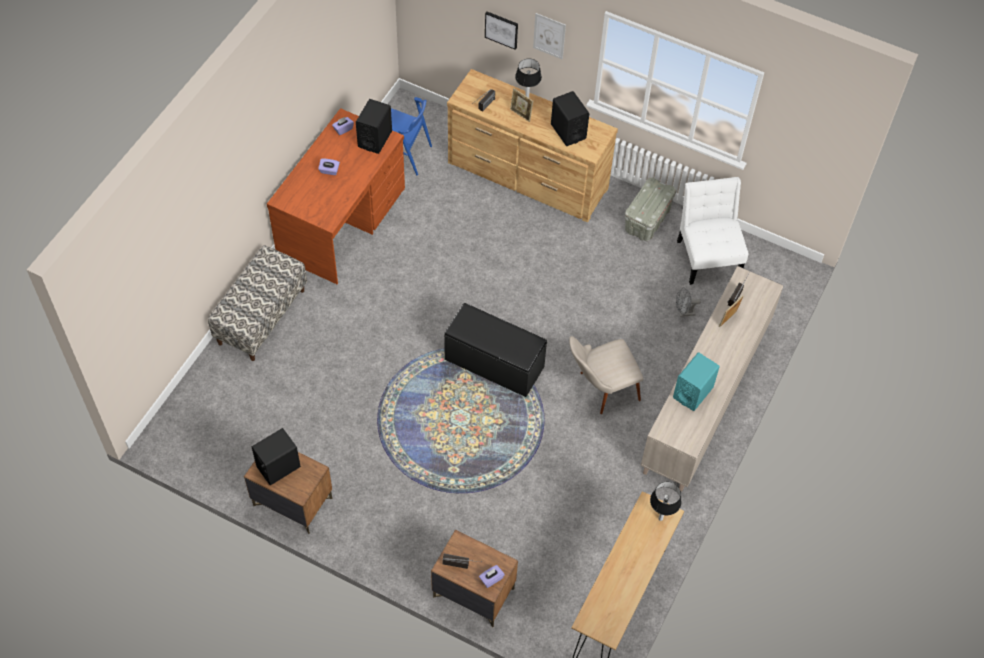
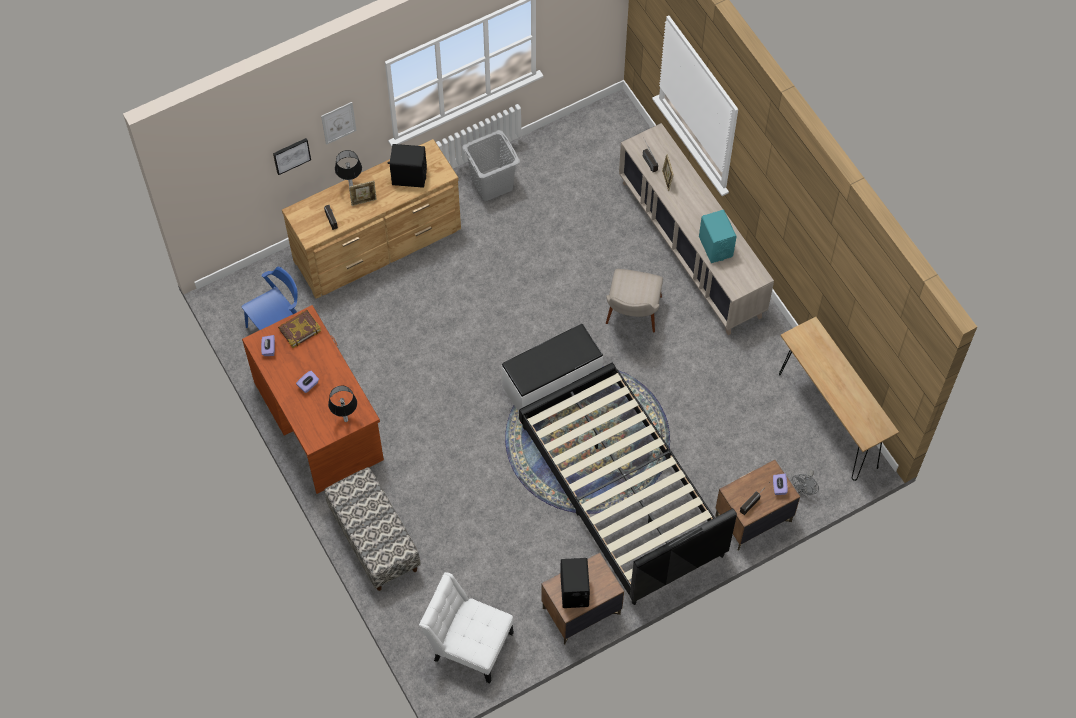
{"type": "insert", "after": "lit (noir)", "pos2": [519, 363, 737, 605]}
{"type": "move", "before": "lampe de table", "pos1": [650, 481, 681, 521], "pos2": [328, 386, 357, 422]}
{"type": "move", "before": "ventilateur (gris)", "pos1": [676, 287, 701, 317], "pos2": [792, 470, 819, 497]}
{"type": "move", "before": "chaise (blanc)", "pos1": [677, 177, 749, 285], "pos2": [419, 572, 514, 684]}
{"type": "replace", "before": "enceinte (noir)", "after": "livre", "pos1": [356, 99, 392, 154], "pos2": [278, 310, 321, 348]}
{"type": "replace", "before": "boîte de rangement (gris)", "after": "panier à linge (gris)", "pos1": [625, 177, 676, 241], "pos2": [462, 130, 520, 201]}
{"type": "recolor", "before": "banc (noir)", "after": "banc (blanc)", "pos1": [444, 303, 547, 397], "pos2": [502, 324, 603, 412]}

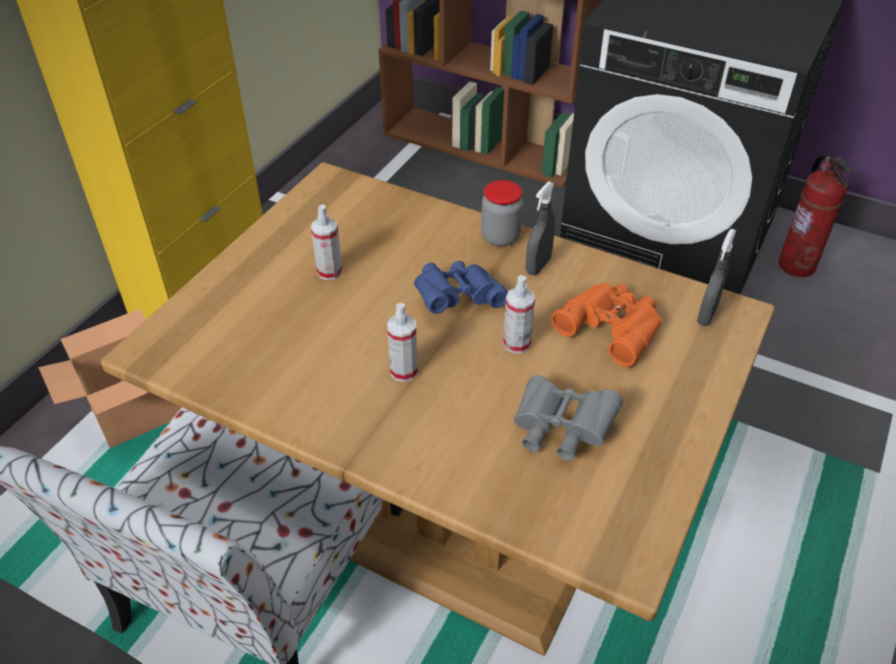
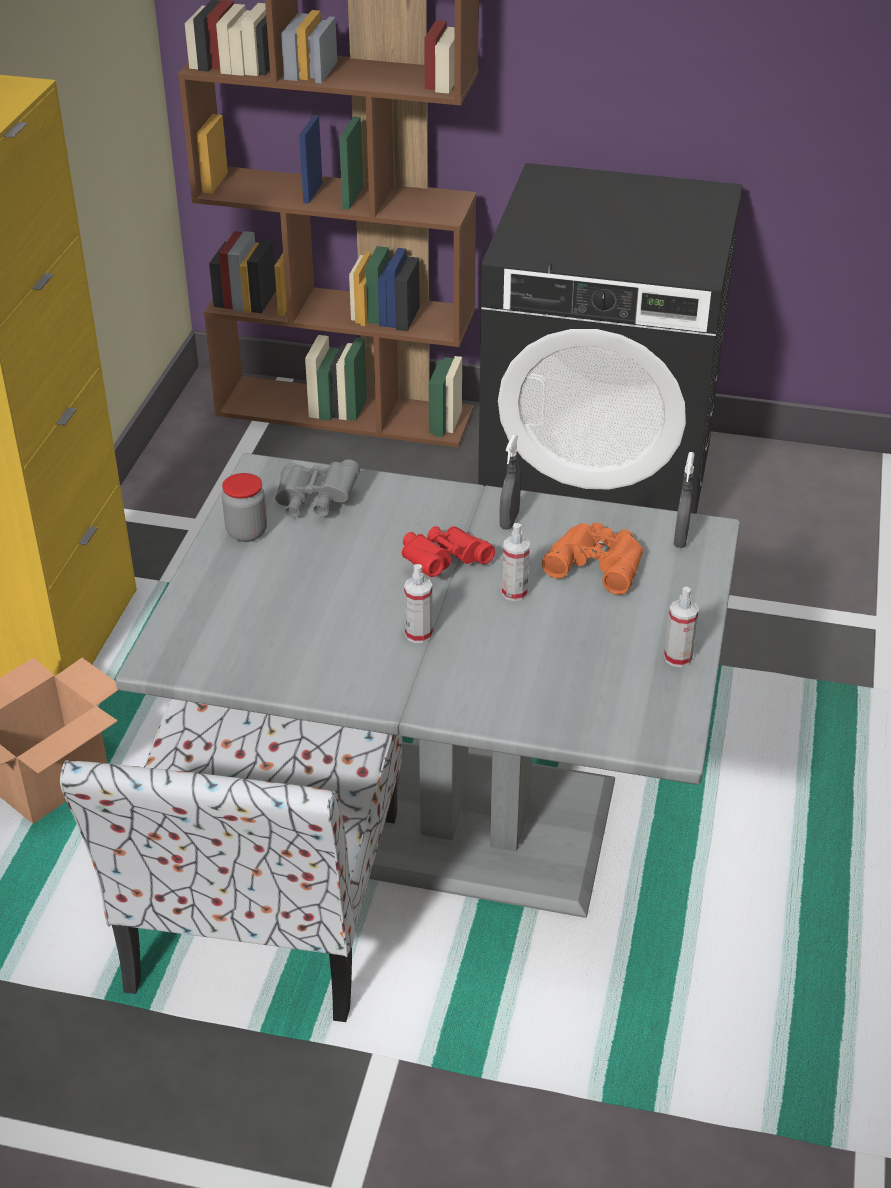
{"type": "delete", "before": "extincteur", "pos1": [779, 155, 853, 277]}
{"type": "move", "before": "vaporisateur", "pos1": [311, 204, 343, 280], "pos2": [664, 587, 699, 667]}
{"type": "move", "before": "bocal", "pos1": [481, 180, 523, 247], "pos2": [222, 473, 267, 542]}
{"type": "move", "before": "jumelles (gris)", "pos1": [514, 375, 623, 460], "pos2": [275, 459, 360, 518]}
{"type": "recolor", "before": "table à manger (marron)", "after": "table à manger (gris)", "pos1": [101, 162, 774, 656], "pos2": [115, 453, 740, 918]}
{"type": "recolor", "before": "jumelles (bleu)", "after": "jumelles (rouge)", "pos1": [414, 261, 508, 314], "pos2": [402, 526, 495, 577]}

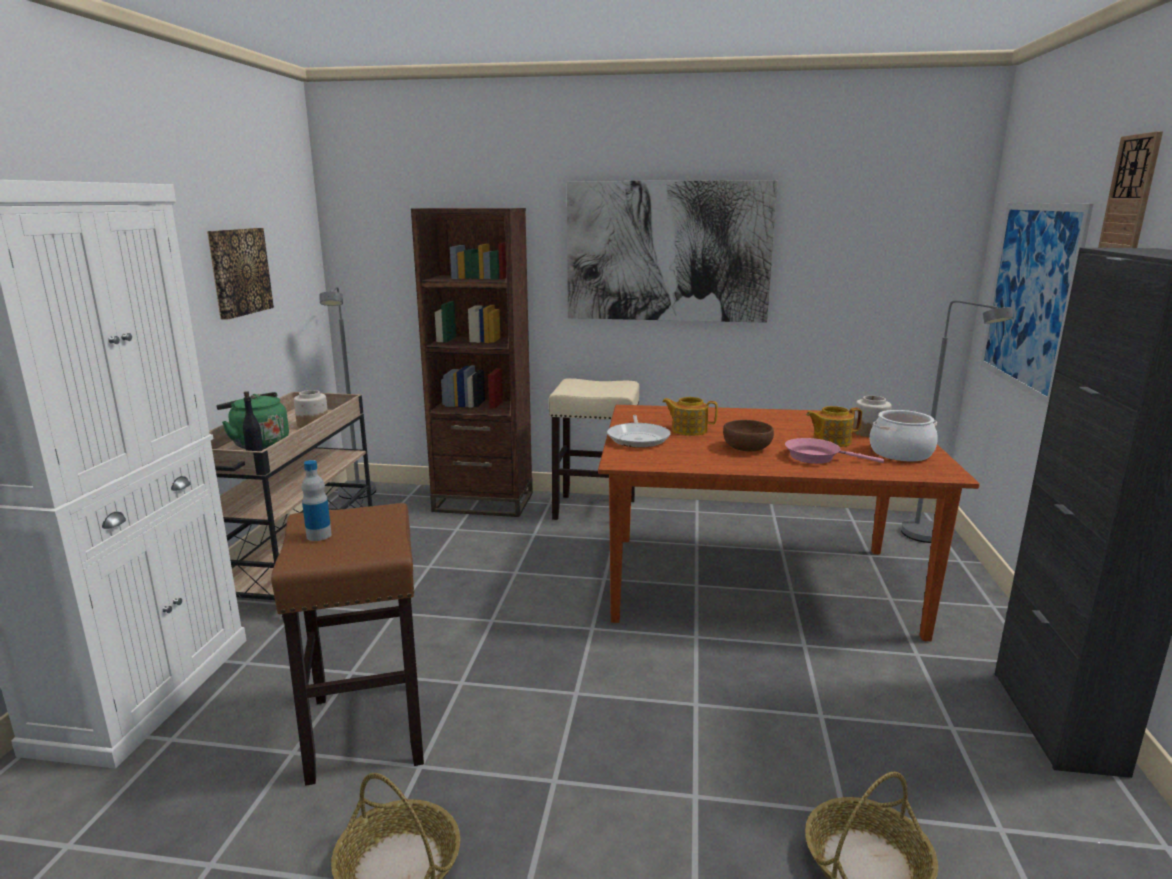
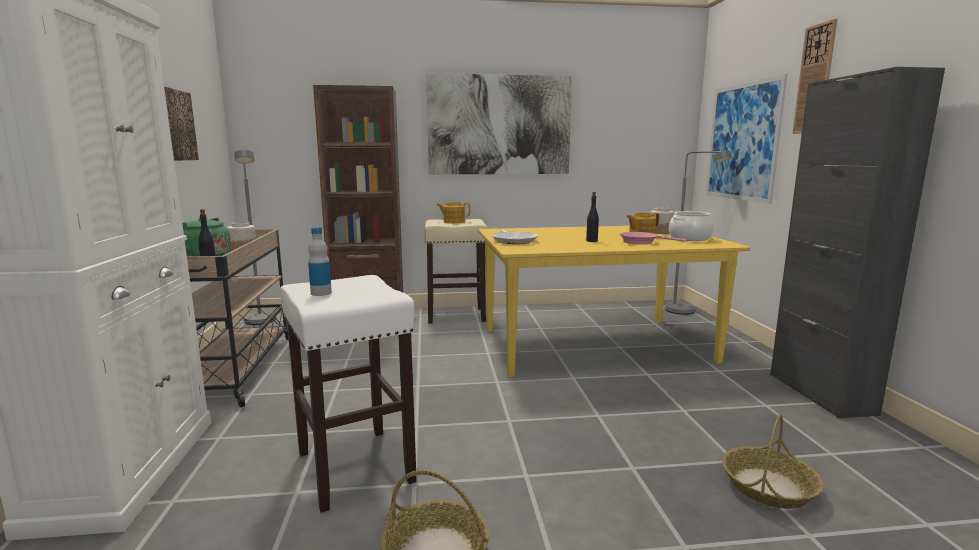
{"type": "move", "before": "théière", "pos1": [662, 397, 718, 436], "pos2": [437, 202, 470, 223]}
{"type": "replace", "before": "bol (marron)", "after": "bouteille (noir)", "pos1": [723, 420, 774, 452], "pos2": [586, 192, 599, 242]}
{"type": "recolor", "before": "tabouret (marron)", "after": "tabouret (blanc)", "pos1": [271, 503, 424, 786], "pos2": [280, 275, 417, 513]}
{"type": "recolor", "before": "table à manger (marron)", "after": "table à manger (jaune)", "pos1": [598, 405, 980, 641], "pos2": [478, 226, 751, 377]}

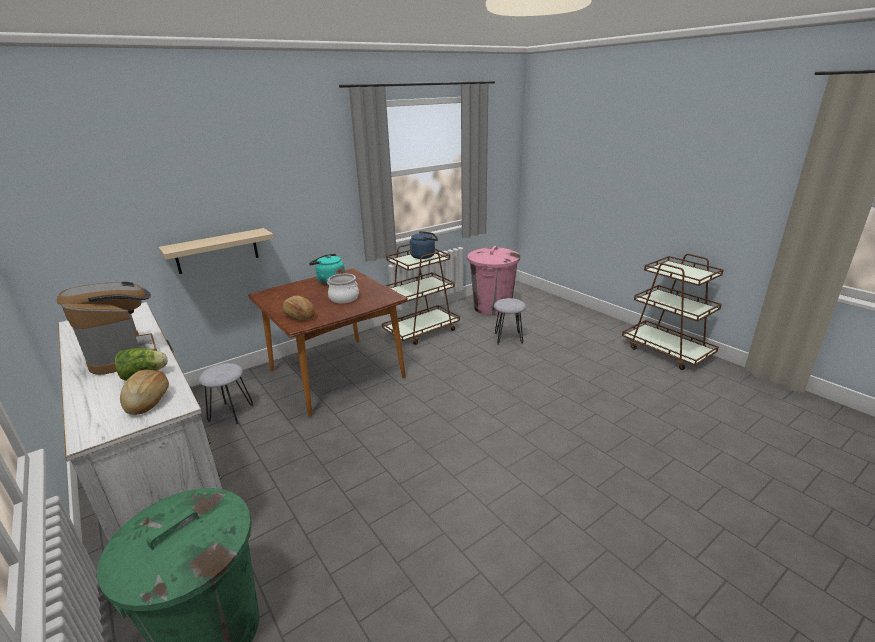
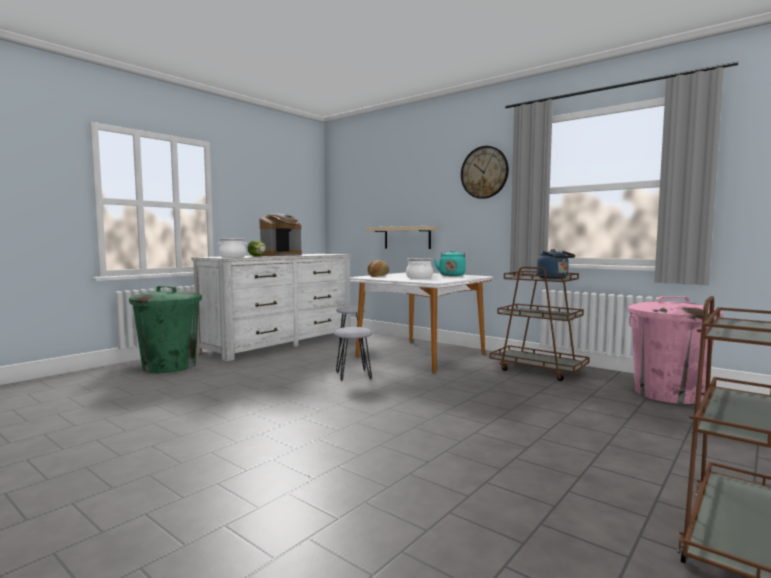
{"type": "insert", "after": "horloge murale", "pos2": [461, 146, 509, 199]}
{"type": "move", "before": "tabouret (gris)", "pos1": [494, 298, 526, 345], "pos2": [334, 327, 373, 382]}
{"type": "replace", "before": "pain", "after": "marmite", "pos1": [120, 370, 169, 415], "pos2": [218, 239, 247, 258]}
{"type": "recolor", "before": "table à manger (marron)", "after": "table à manger (blanc)", "pos1": [248, 269, 408, 416], "pos2": [349, 273, 493, 373]}

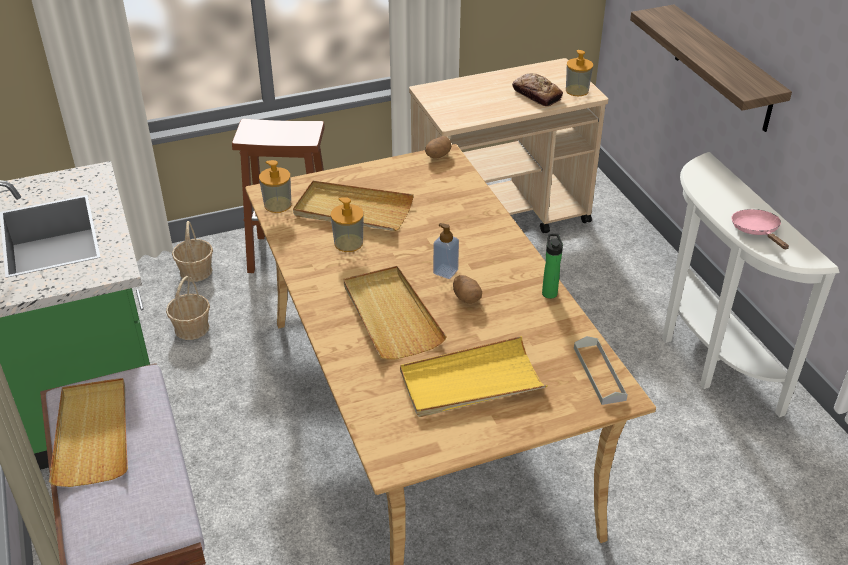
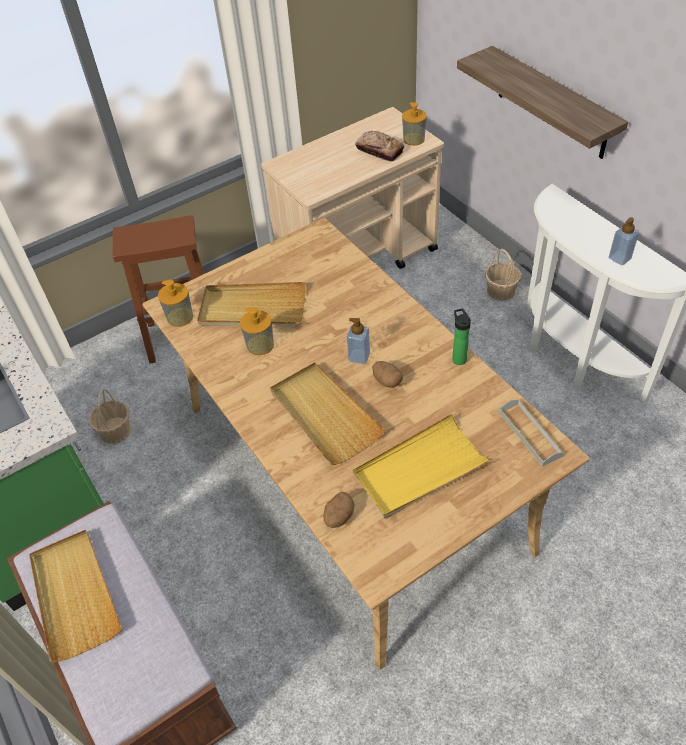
{"type": "move", "before": "panier", "pos1": [172, 221, 213, 282], "pos2": [485, 249, 521, 301]}
{"type": "move", "before": "pomme de terre", "pos1": [425, 136, 452, 159], "pos2": [324, 492, 354, 528]}
{"type": "replace", "before": "poêle (rose)", "after": "distributeur de savon", "pos1": [732, 209, 789, 249], "pos2": [609, 217, 639, 265]}

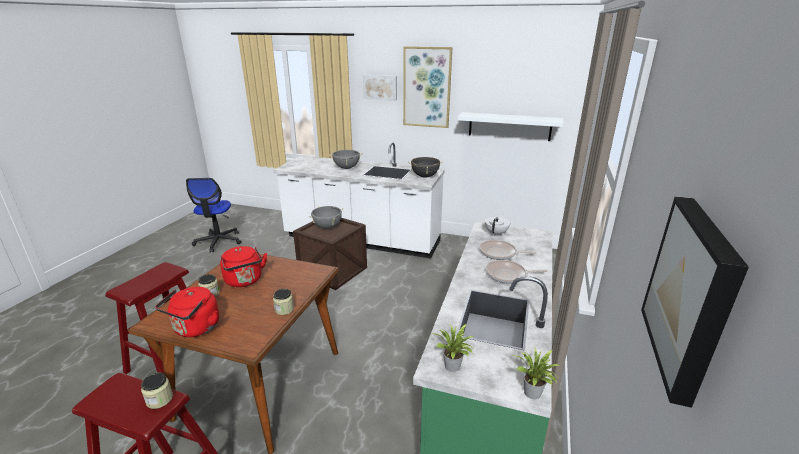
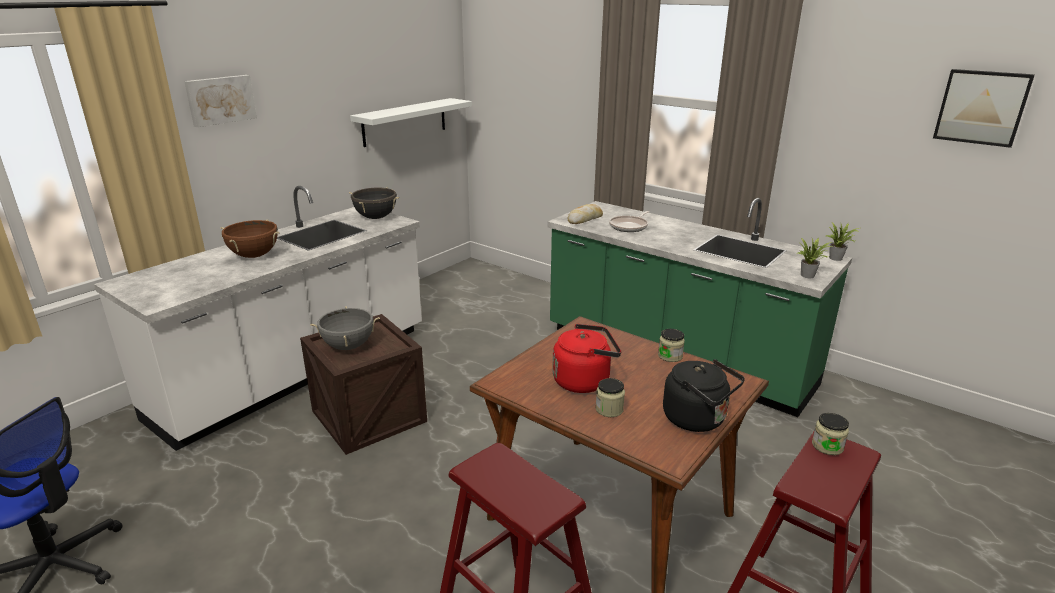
{"type": "delete", "before": "tableau", "pos1": [403, 46, 452, 128]}
{"type": "delete", "before": "poêle", "pos1": [486, 260, 548, 284]}
{"type": "replace", "before": "théière (blanc)", "after": "pain", "pos1": [485, 215, 510, 235], "pos2": [567, 204, 603, 224]}
{"type": "recolor", "before": "bouilloire (rouge)", "after": "bouilloire (noir)", "pos1": [155, 287, 219, 337], "pos2": [663, 359, 745, 432]}
{"type": "recolor", "before": "marmite (gris)", "after": "marmite (marron)", "pos1": [329, 149, 363, 169], "pos2": [221, 220, 280, 258]}

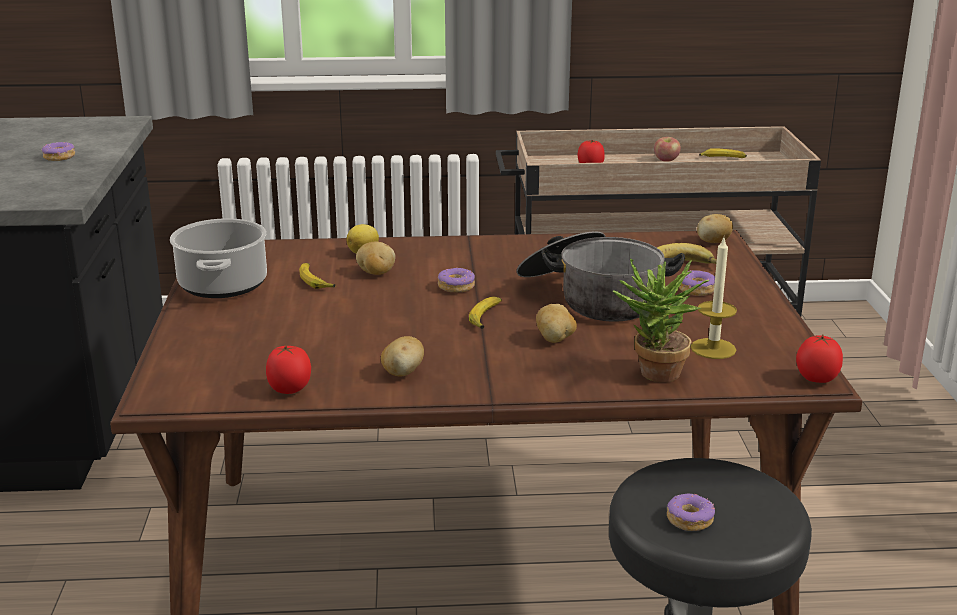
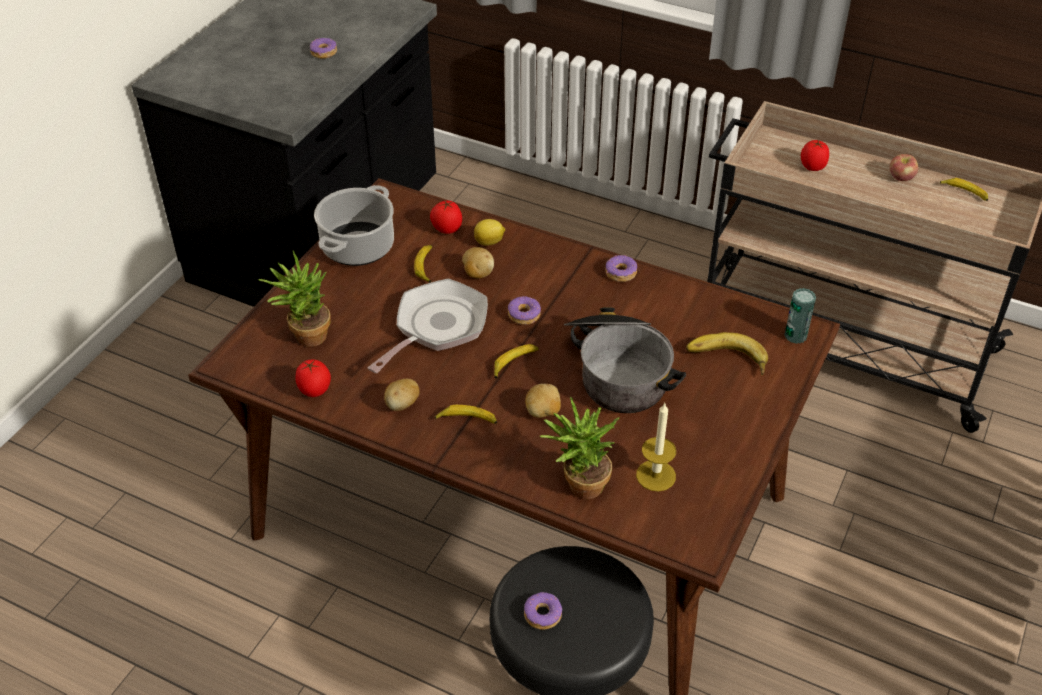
{"type": "insert", "after": "plante en pot", "pos2": [258, 250, 331, 347]}
{"type": "insert", "after": "poêle", "pos2": [367, 278, 488, 373]}
{"type": "insert", "after": "banane", "pos2": [435, 405, 497, 424]}
{"type": "move", "before": "beignet", "pos1": [679, 270, 715, 296], "pos2": [605, 255, 638, 282]}
{"type": "move", "before": "tomate", "pos1": [796, 334, 843, 383], "pos2": [430, 201, 462, 234]}
{"type": "replace", "before": "pomme de terre", "after": "boîte métallique", "pos1": [697, 214, 733, 243], "pos2": [784, 288, 816, 344]}

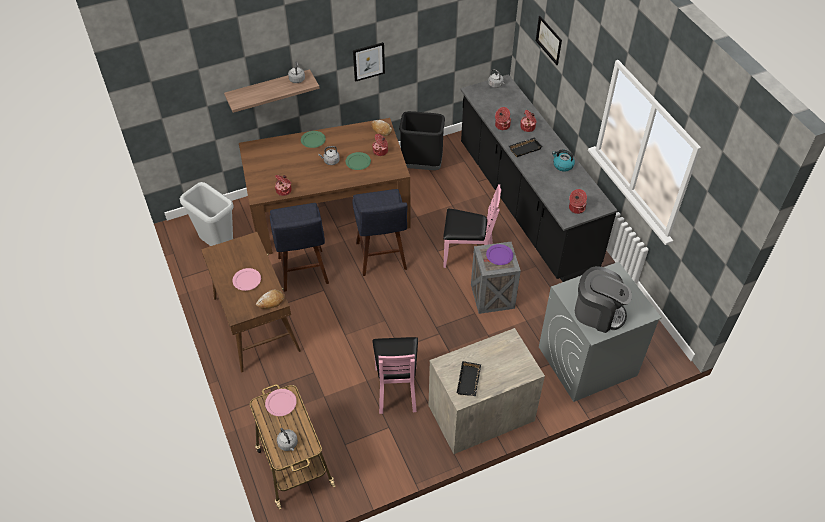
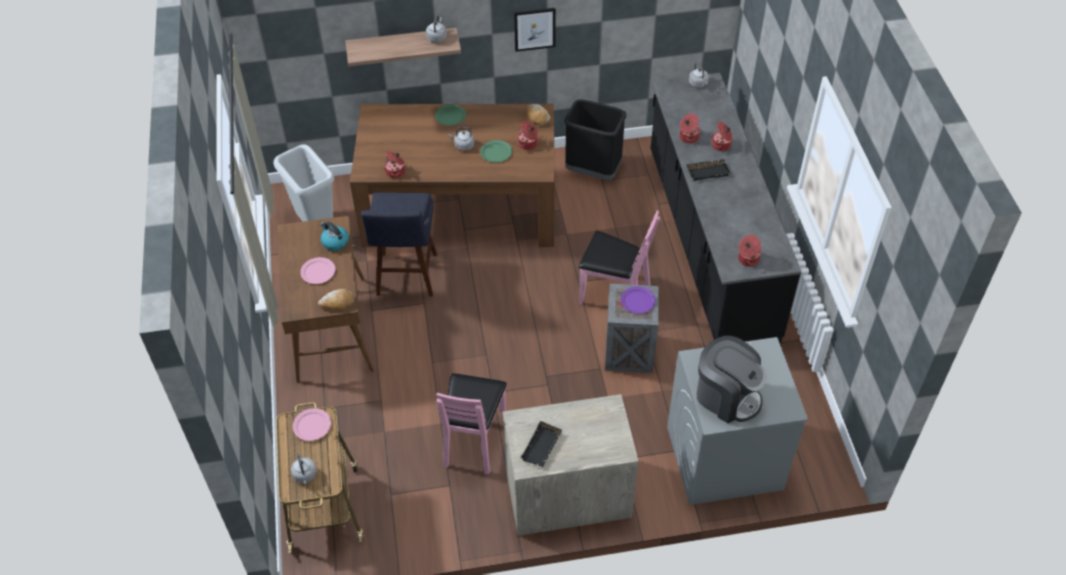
{"type": "delete", "before": "tabouret (bleu)", "pos1": [352, 189, 407, 276]}
{"type": "delete", "before": "tableau", "pos1": [536, 16, 562, 65]}
{"type": "move", "before": "bouilloire", "pos1": [552, 149, 575, 172], "pos2": [320, 222, 349, 251]}

